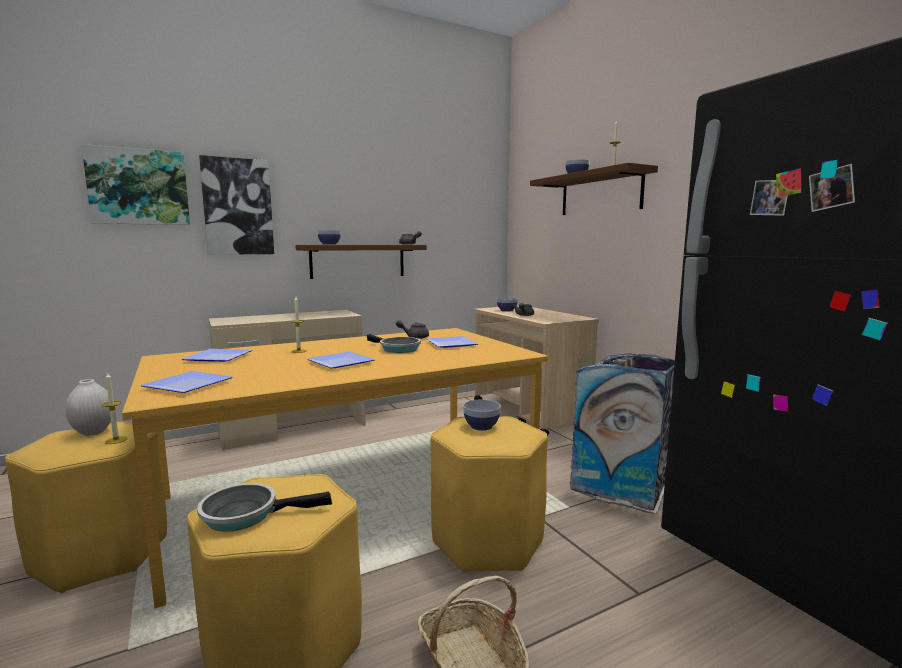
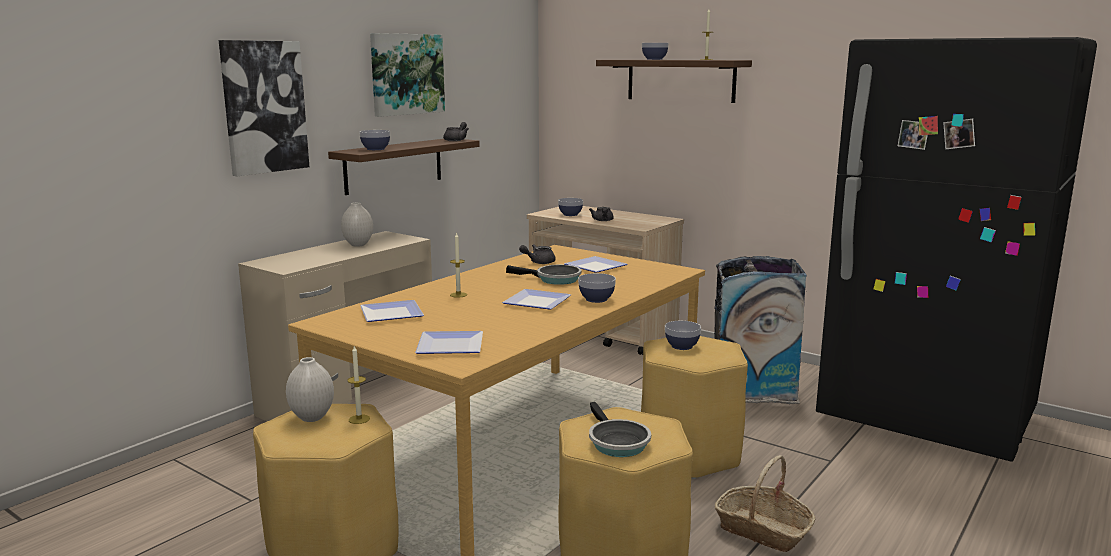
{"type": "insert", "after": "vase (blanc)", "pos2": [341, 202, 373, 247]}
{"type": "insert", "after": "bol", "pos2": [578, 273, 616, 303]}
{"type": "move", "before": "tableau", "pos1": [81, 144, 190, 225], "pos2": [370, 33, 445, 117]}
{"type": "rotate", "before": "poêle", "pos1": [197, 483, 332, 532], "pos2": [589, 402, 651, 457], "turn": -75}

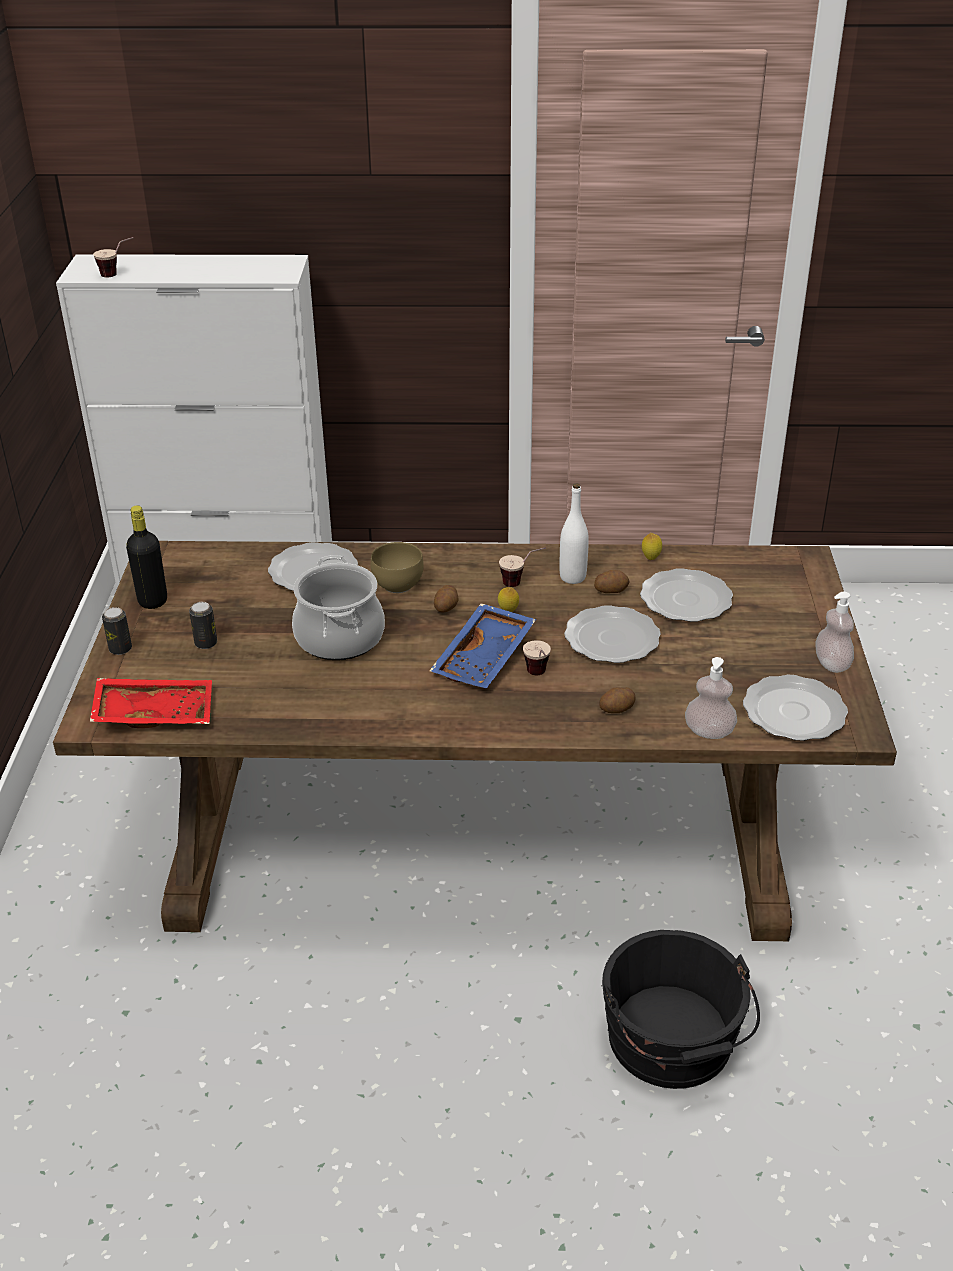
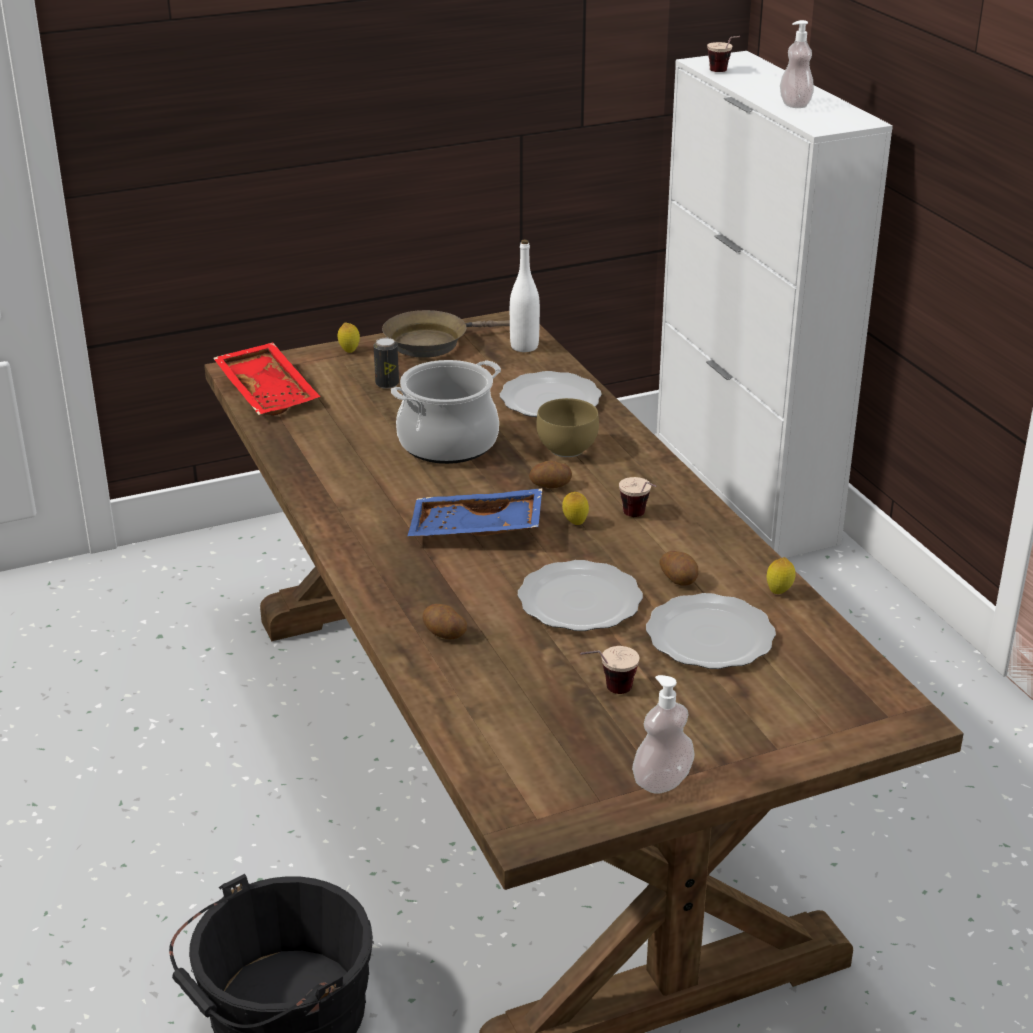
{"type": "delete", "before": "assiette", "pos1": [743, 675, 848, 741]}
{"type": "move", "before": "tasse", "pos1": [523, 640, 551, 675], "pos2": [580, 646, 640, 694]}
{"type": "move", "before": "bouteille (blanc)", "pos1": [559, 483, 589, 584], "pos2": [510, 239, 540, 352]}
{"type": "move", "before": "distributeur de savon", "pos1": [685, 657, 737, 739], "pos2": [780, 20, 814, 108]}
{"type": "replace", "before": "boîte métallique", "after": "citron", "pos1": [102, 607, 132, 655], "pos2": [338, 323, 360, 353]}
{"type": "replace", "before": "bouteille (noir)", "after": "poêle (marron)", "pos1": [126, 505, 167, 609], "pos2": [382, 310, 510, 358]}

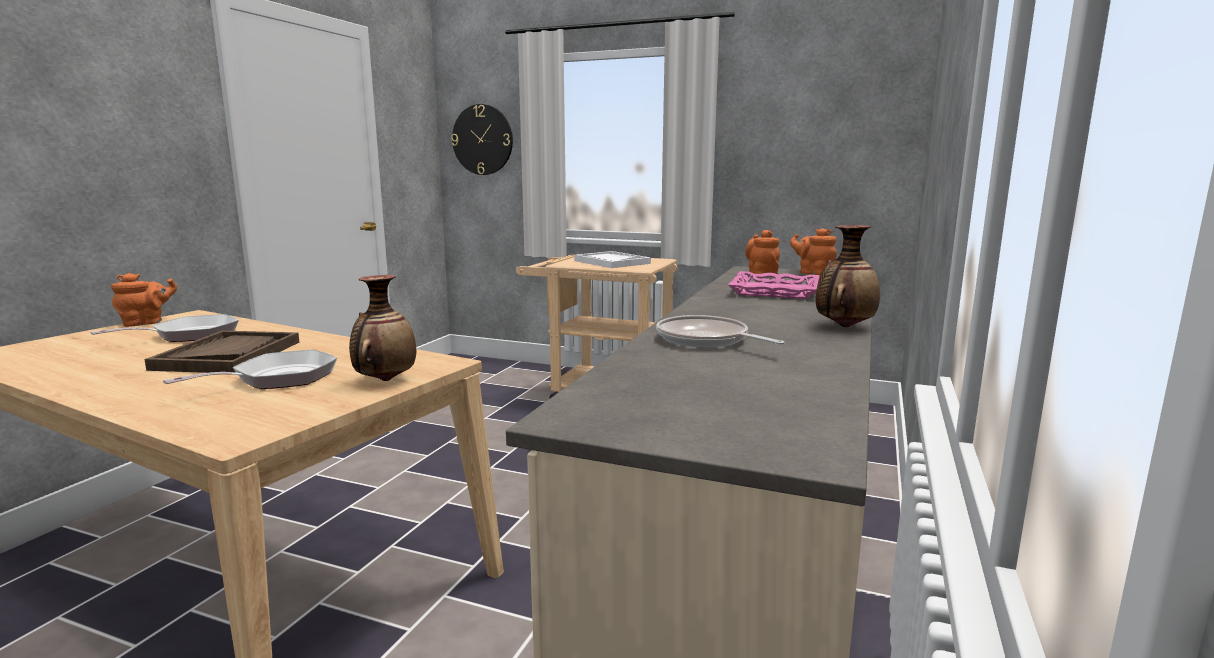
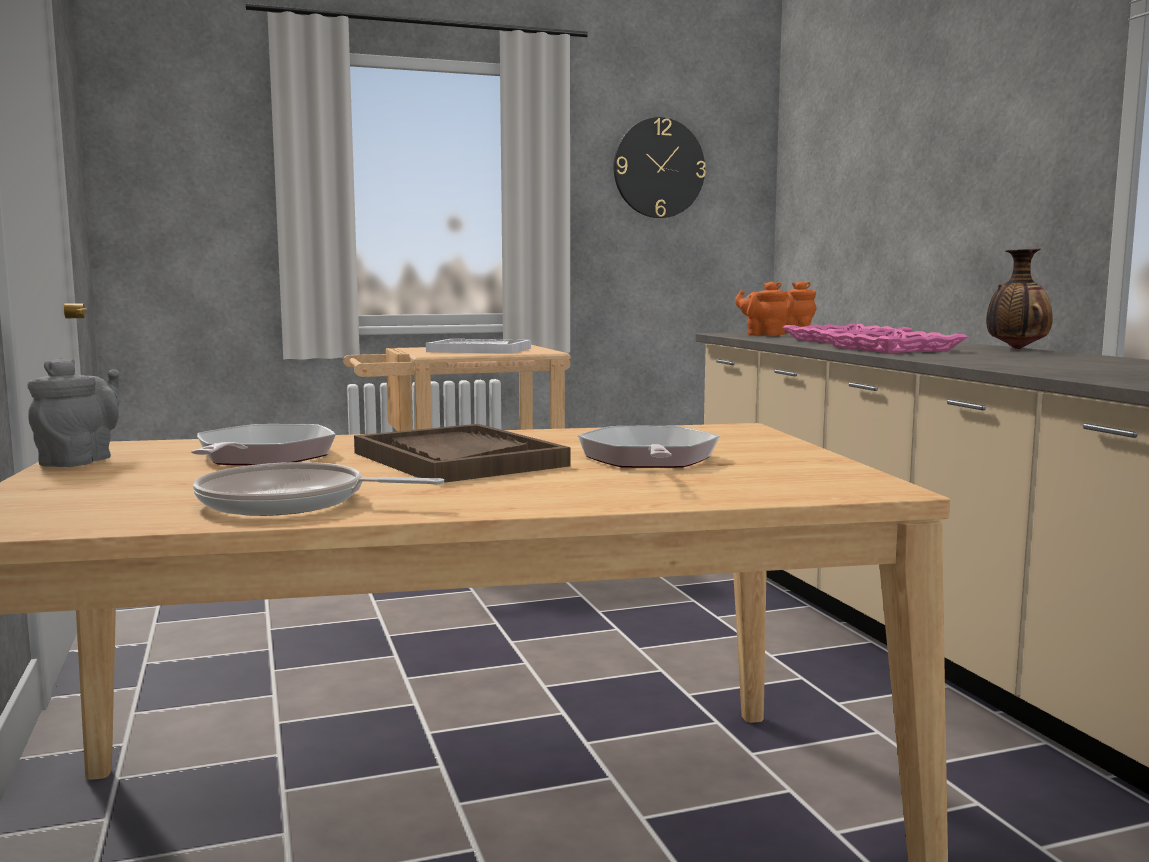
{"type": "delete", "before": "vase", "pos1": [349, 275, 416, 381]}
{"type": "insert", "after": "plateau (rose)", "pos2": [820, 329, 968, 353]}
{"type": "move", "before": "horloge murale", "pos1": [451, 104, 513, 175], "pos2": [614, 117, 706, 218]}
{"type": "move", "before": "poêle", "pos1": [656, 315, 785, 348], "pos2": [193, 462, 444, 516]}
{"type": "recolor", "before": "théière (orange)", "after": "théière (gris)", "pos1": [111, 273, 177, 327], "pos2": [27, 357, 119, 467]}

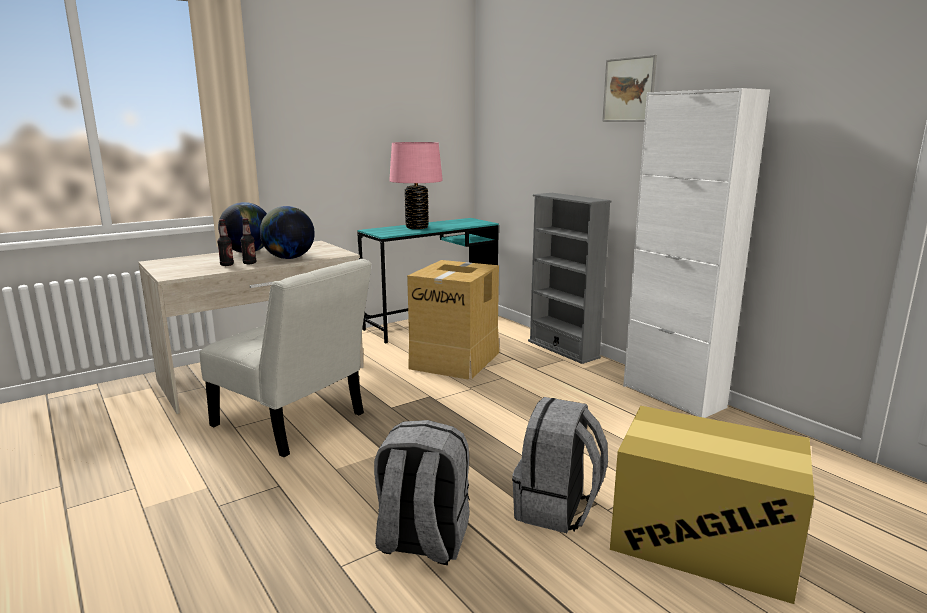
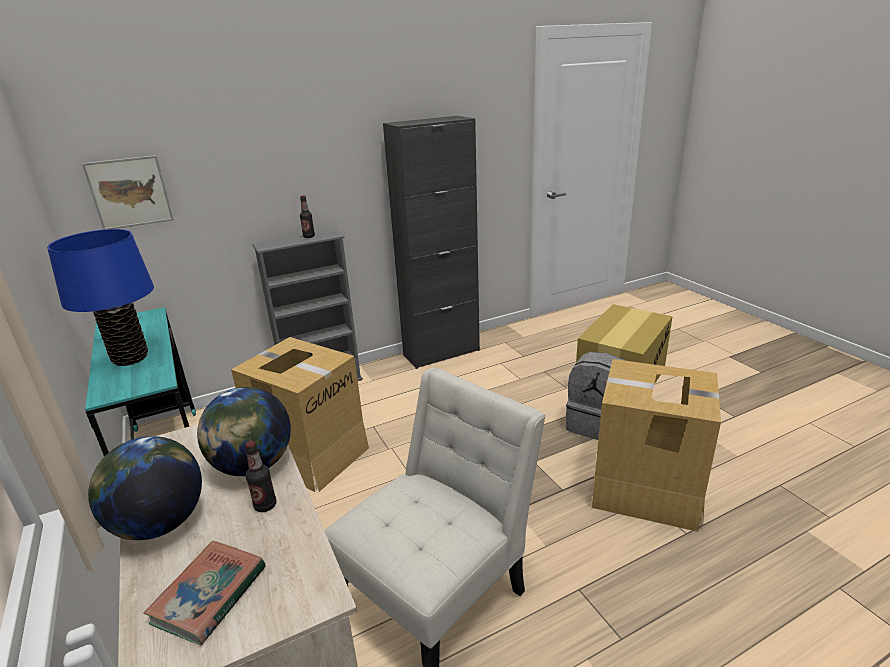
{"type": "insert", "after": "livre", "pos2": [144, 541, 266, 645]}
{"type": "move", "before": "bouteille", "pos1": [217, 219, 234, 266], "pos2": [300, 195, 315, 238]}
{"type": "move", "before": "tableau", "pos1": [602, 55, 657, 122], "pos2": [82, 155, 174, 230]}
{"type": "replace", "before": "sac à dos (gris)", "after": "carton", "pos1": [374, 420, 470, 565], "pos2": [589, 359, 721, 532]}
{"type": "recolor", "before": "lampe de table (rose)", "after": "lampe de table (bleu)", "pos1": [389, 142, 443, 229], "pos2": [47, 229, 154, 366]}
{"type": "recolor", "before": "meuble de rangement (blanc)", "after": "meuble de rangement (noir)", "pos1": [623, 88, 770, 418], "pos2": [383, 116, 480, 369]}

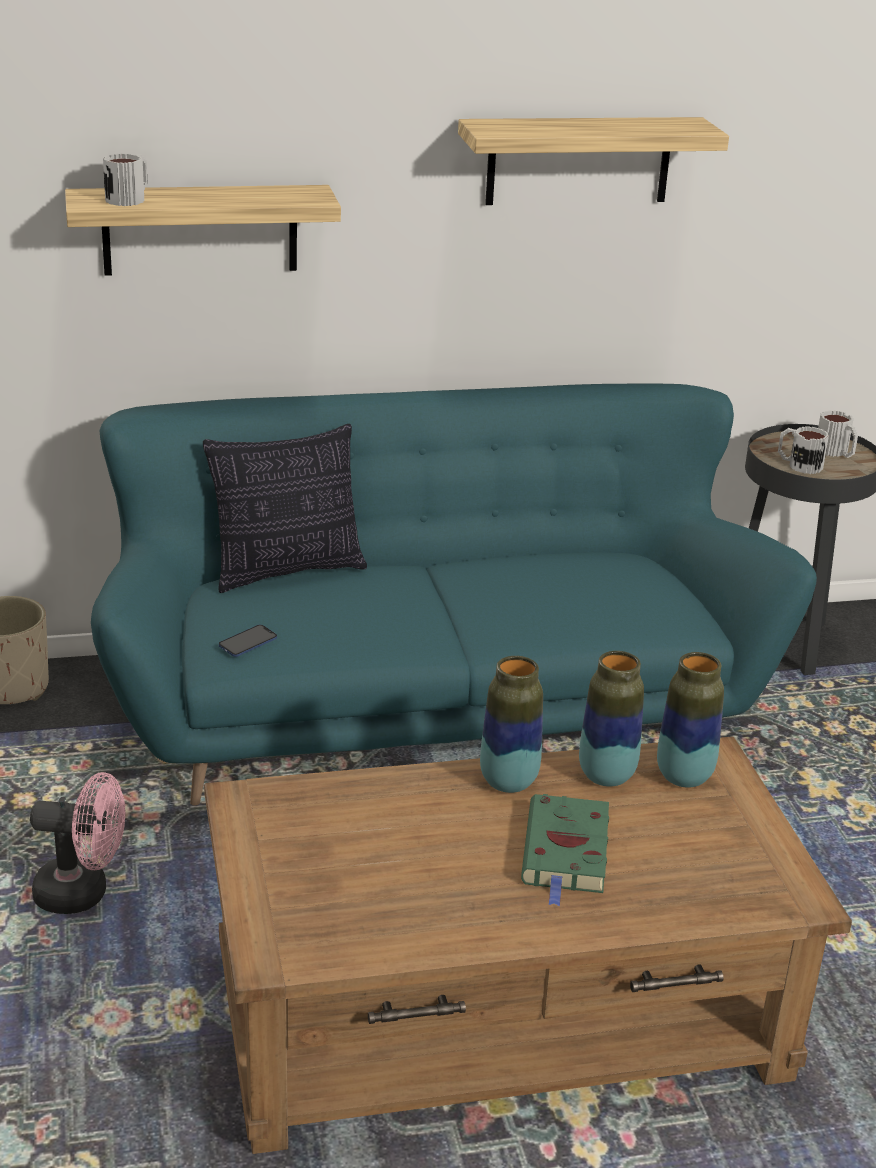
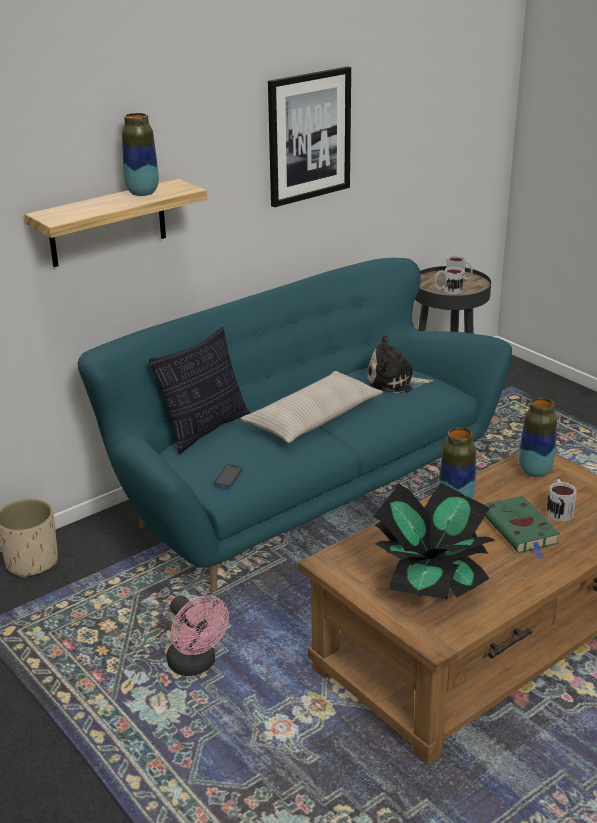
{"type": "insert", "after": "coussin (beige)", "pos2": [241, 371, 383, 443]}
{"type": "insert", "after": "peluche", "pos2": [368, 335, 433, 393]}
{"type": "insert", "after": "plante en pot", "pos2": [373, 483, 495, 599]}
{"type": "move", "before": "mug", "pos1": [103, 153, 148, 206], "pos2": [546, 479, 577, 521]}
{"type": "move", "before": "vase", "pos1": [579, 651, 644, 787], "pos2": [122, 113, 159, 196]}
{"type": "replace", "before": "étagère", "after": "tableau", "pos1": [458, 117, 729, 205], "pos2": [268, 66, 351, 207]}
{"type": "rotate", "before": "ventilateur (rose)", "pos1": [30, 772, 125, 914], "pos2": [167, 595, 229, 676], "turn": 75}

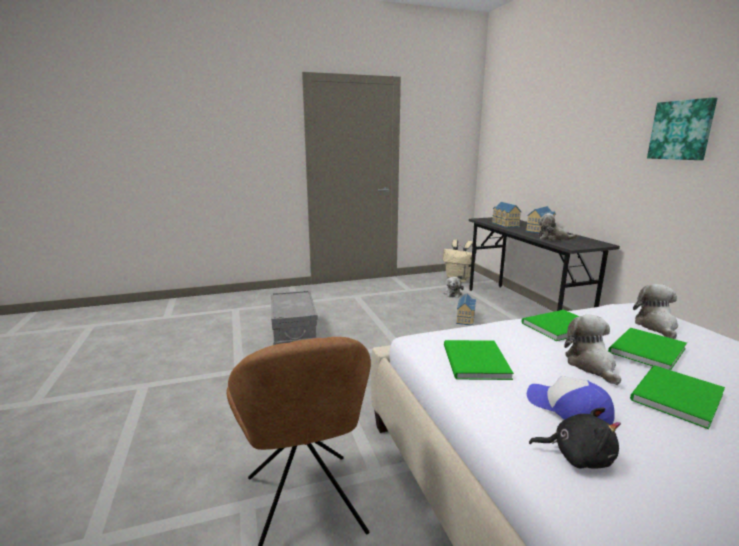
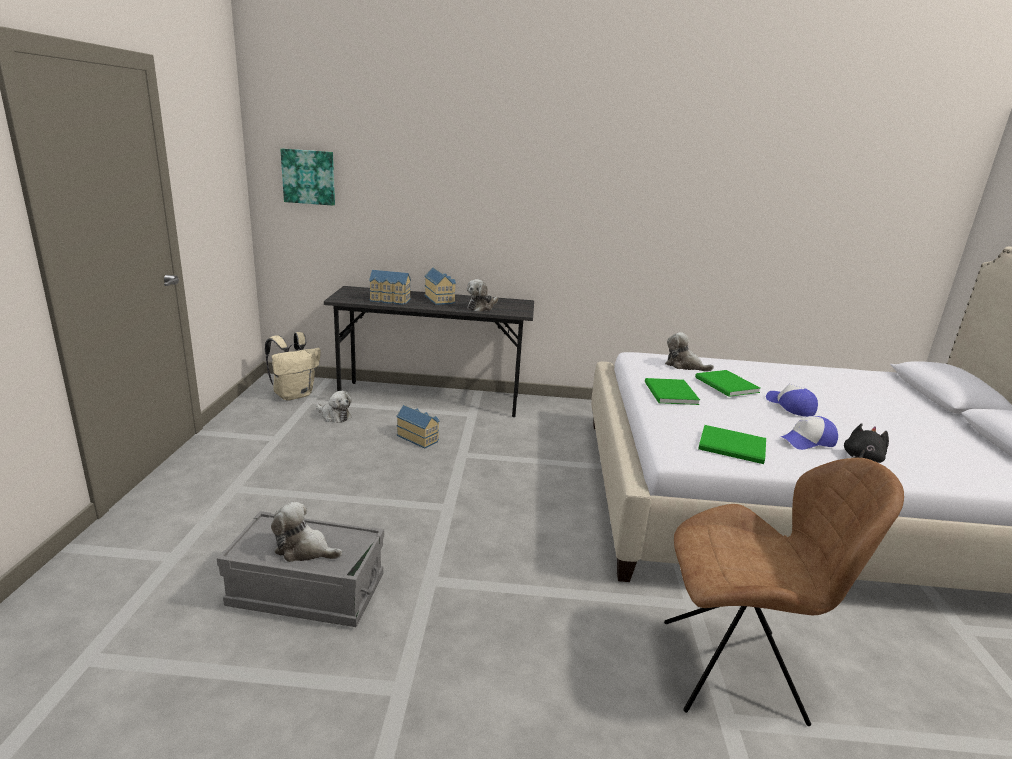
{"type": "move", "before": "peluche", "pos1": [564, 315, 621, 385], "pos2": [271, 502, 342, 562]}
{"type": "move", "before": "tableau", "pos1": [647, 97, 717, 160], "pos2": [280, 149, 335, 206]}
{"type": "replace", "before": "livre (vert)", "after": "casquette", "pos1": [630, 365, 725, 429], "pos2": [766, 384, 818, 417]}

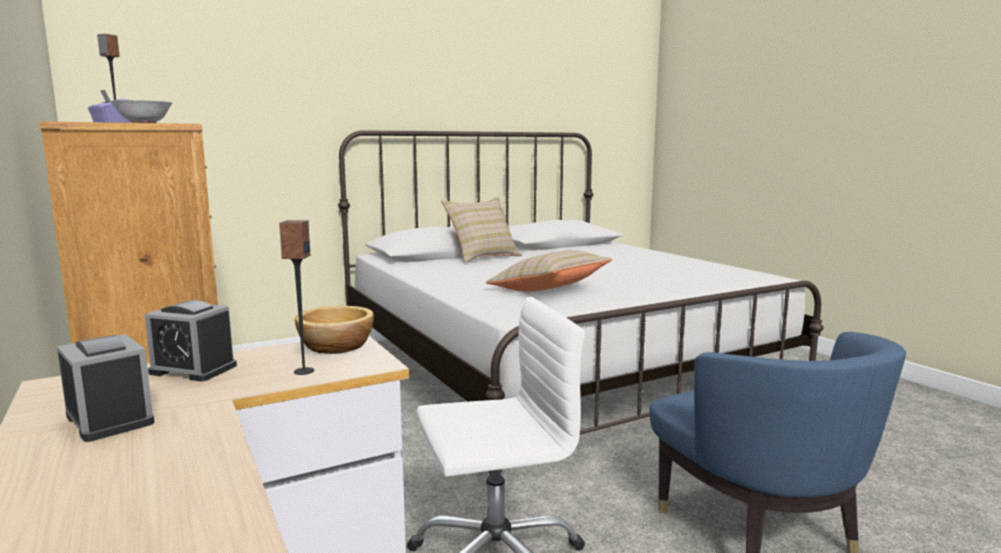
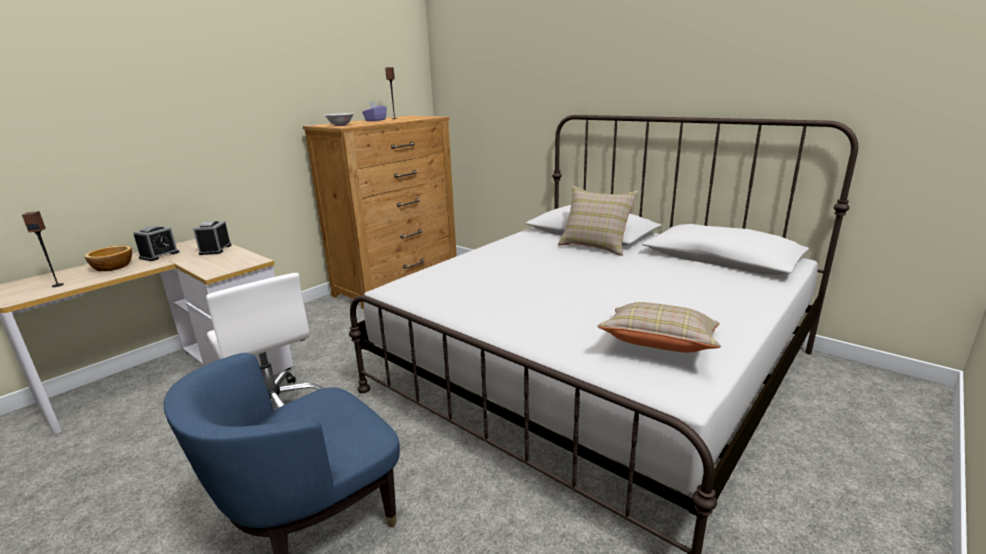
{"type": "move", "before": "enceinte", "pos1": [279, 220, 314, 375], "pos2": [22, 211, 64, 287]}
{"type": "move", "before": "bol", "pos1": [295, 306, 374, 354], "pos2": [85, 246, 132, 271]}
{"type": "move", "before": "coussin (beige)", "pos1": [486, 250, 612, 292], "pos2": [597, 302, 721, 353]}

